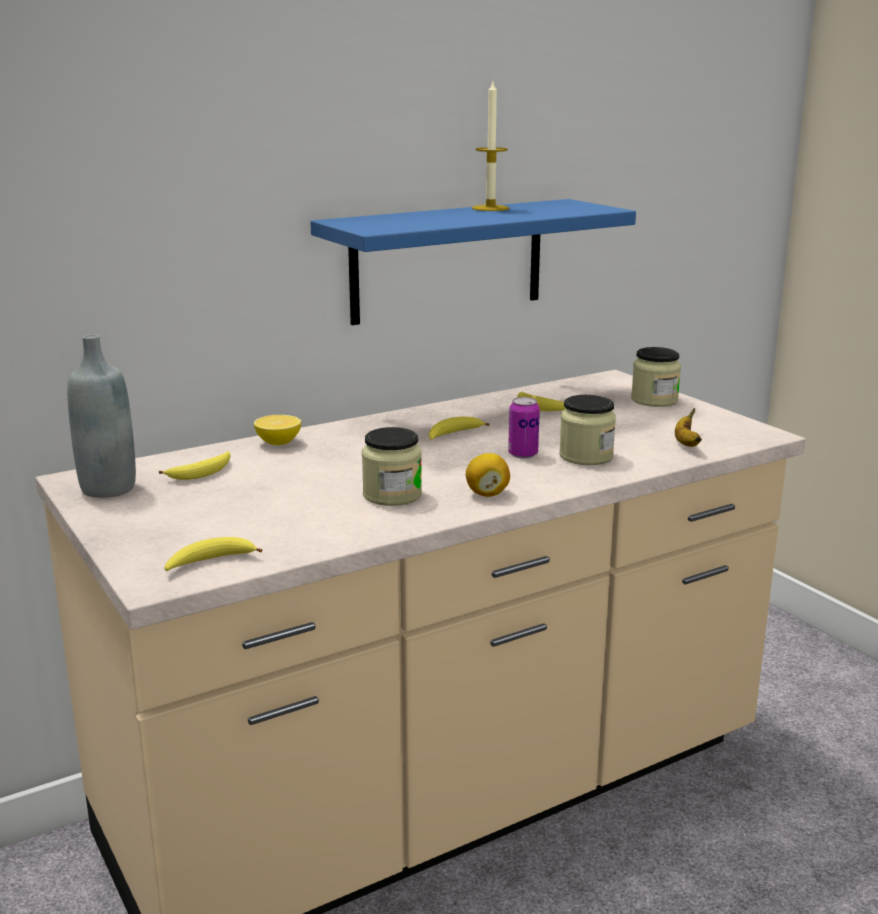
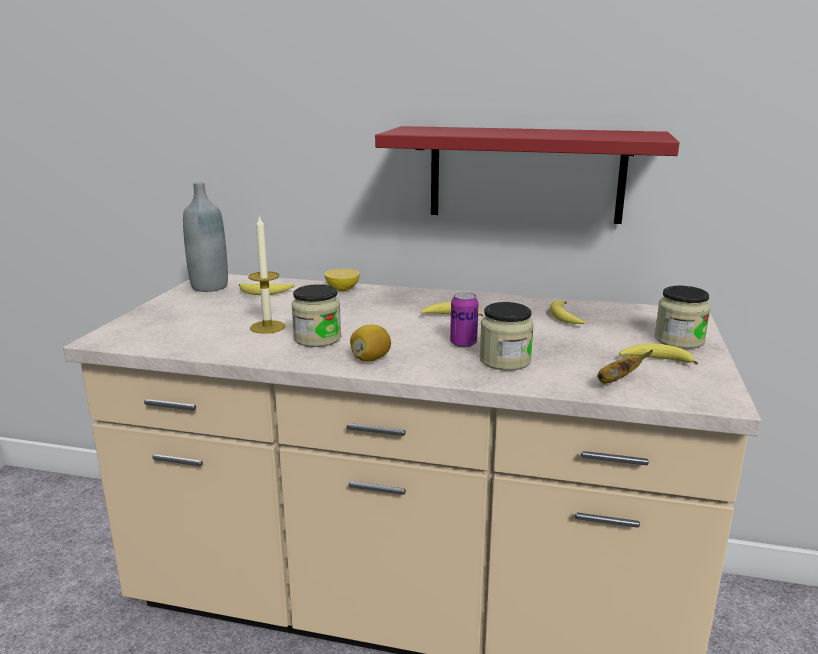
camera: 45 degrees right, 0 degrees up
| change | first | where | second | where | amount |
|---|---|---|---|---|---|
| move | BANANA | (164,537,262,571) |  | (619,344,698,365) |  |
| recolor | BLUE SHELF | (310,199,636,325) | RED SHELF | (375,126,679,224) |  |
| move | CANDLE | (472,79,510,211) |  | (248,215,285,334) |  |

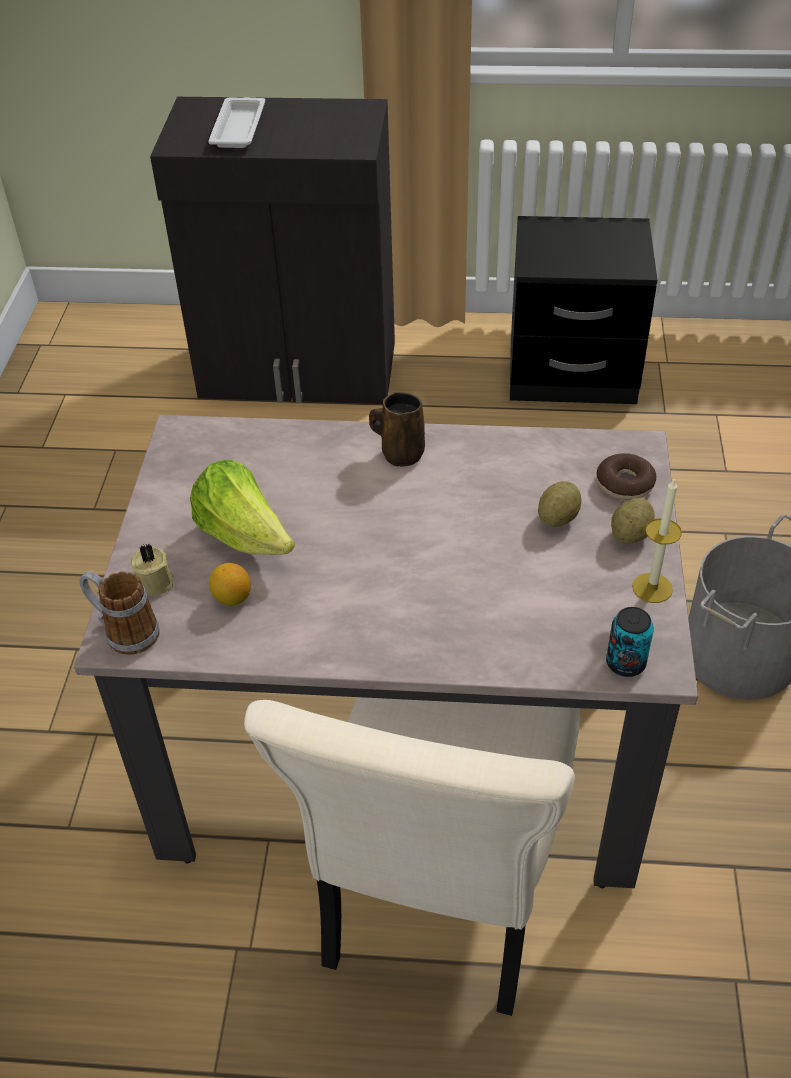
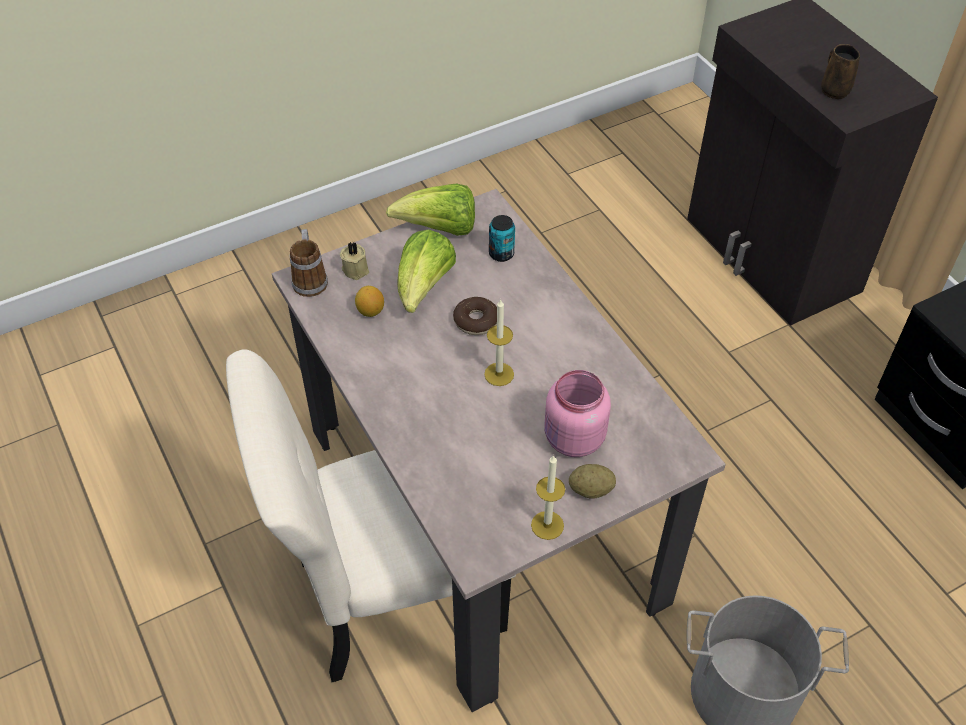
camera: 55 degrees right, 5 degrees up
| change | first | where | second | where | amount |
|---|---|---|---|---|---|
| delete | WHITE TRAY | (208,97,265,148) |  |  |  |
| move | BROWN MUG | (369,392,425,467) |  | (821,44,860,99) |  |
| replace | POTATO | (538,481,582,527) | PINK JAR | (545,370,611,457) |  |
| move | DONUT | (596,453,656,500) |  | (453,297,497,335) |  |
| move | CAN | (606,607,654,677) |  | (489,215,515,262) |  |
| insert |  |  | LETTUCE | (386,184,475,236) |  |
| insert |  |  | CANDLE | (484,299,514,386) |  |

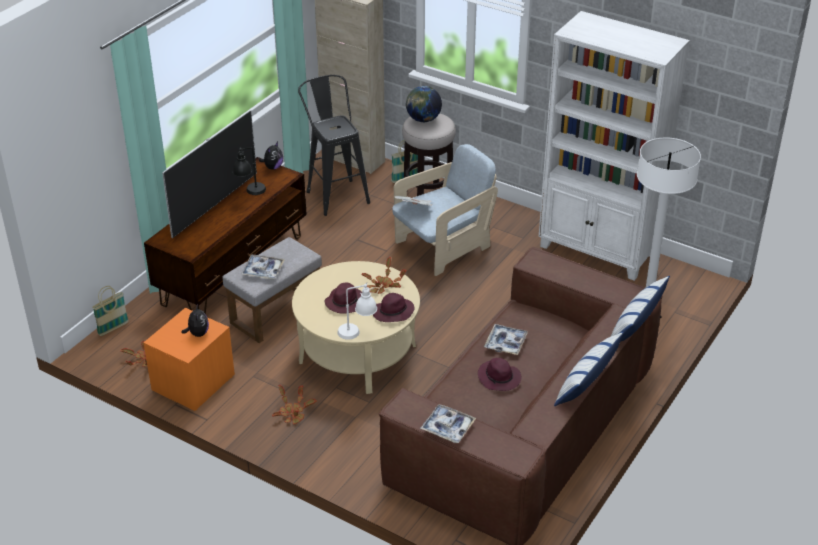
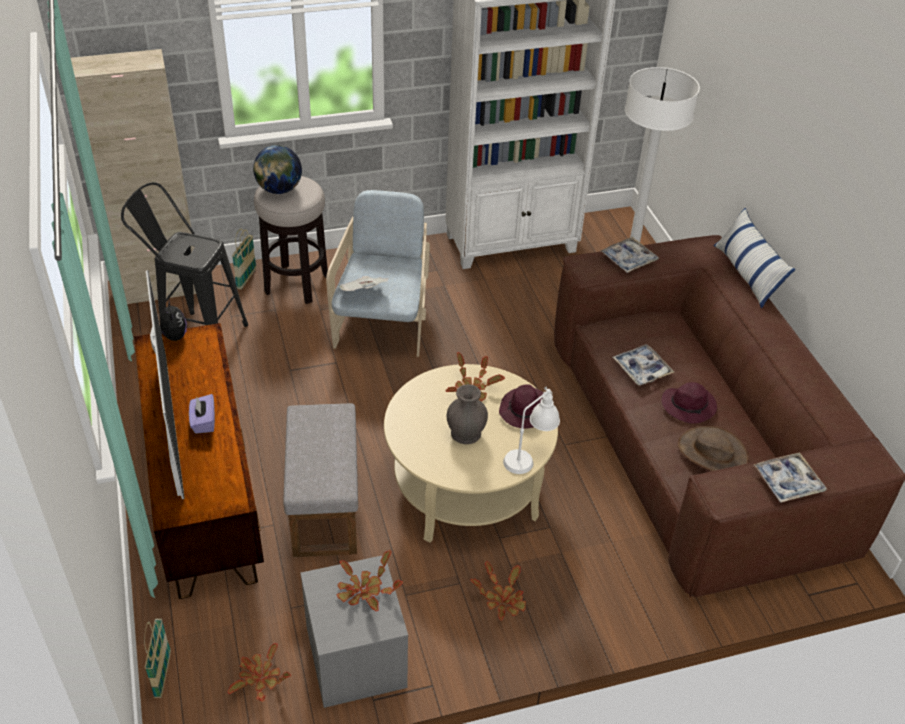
camera: 50 degrees left, 5 degrees up
| change | first | where | second | where | amount |
|---|---|---|---|---|---|
| recolor | ORANGE NIGHTSTAND | (143,308,235,411) | GREY NIGHTSTAND | (300,555,408,708) |  |
| replace | PLUSH TOY | (182,304,209,337) | POTTED PLANT | (336,550,403,611) |  |
| delete | BLACK TABLE LAMP | (233,148,266,195) |  |  |  |
| move | TRAY | (241,255,285,279) |  | (600,237,659,273) |  |
| replace | PURPLE HAT | (325,282,362,314) | GREY VASE | (447,384,488,444) |  |
| delete | PILLOW | (554,332,624,406) |  |  |  |
| insert |  |  | PURPLE TISSUE BOX | (189,394,215,434) |  |
| insert |  |  | BROWN HAT | (678,426,749,471) |  |

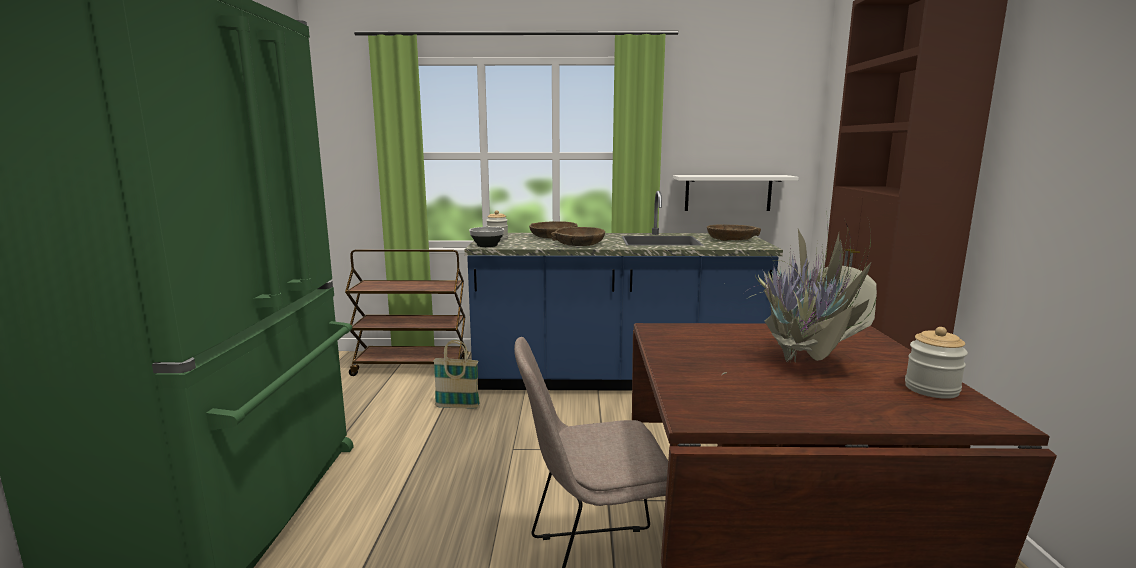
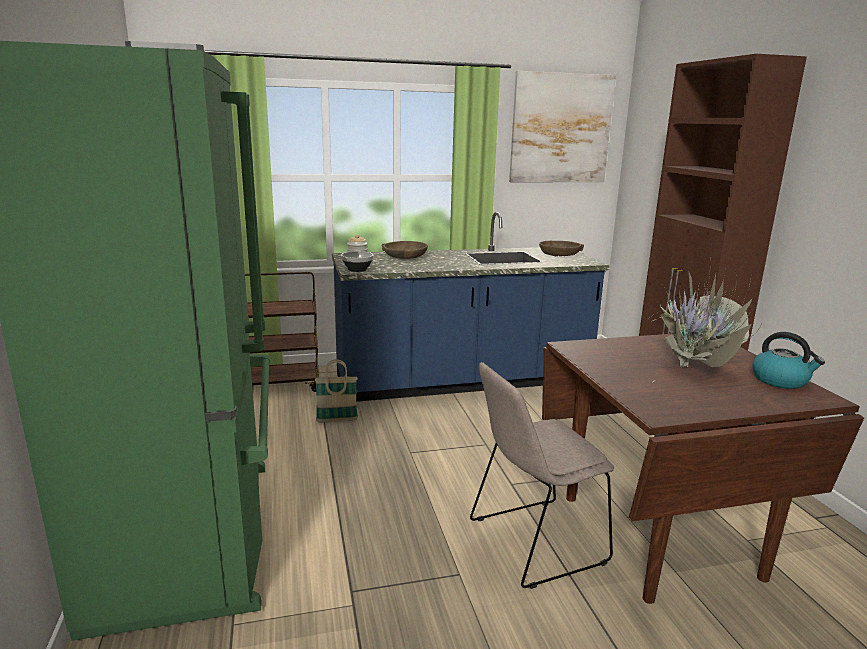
camera: 15 degrees left, 5 degrees up
| change | first | where | second | where | amount |
|---|---|---|---|---|---|
| delete | BROWN BOWL | (551,227,605,246) |  |  |  |
| delete | WHITE SHELF | (673,175,799,211) |  |  |  |
| replace | JAR | (905,327,968,399) | KETTLE | (752,332,825,389) |  |
| insert |  |  | PICTURE | (509,71,616,182) |  |

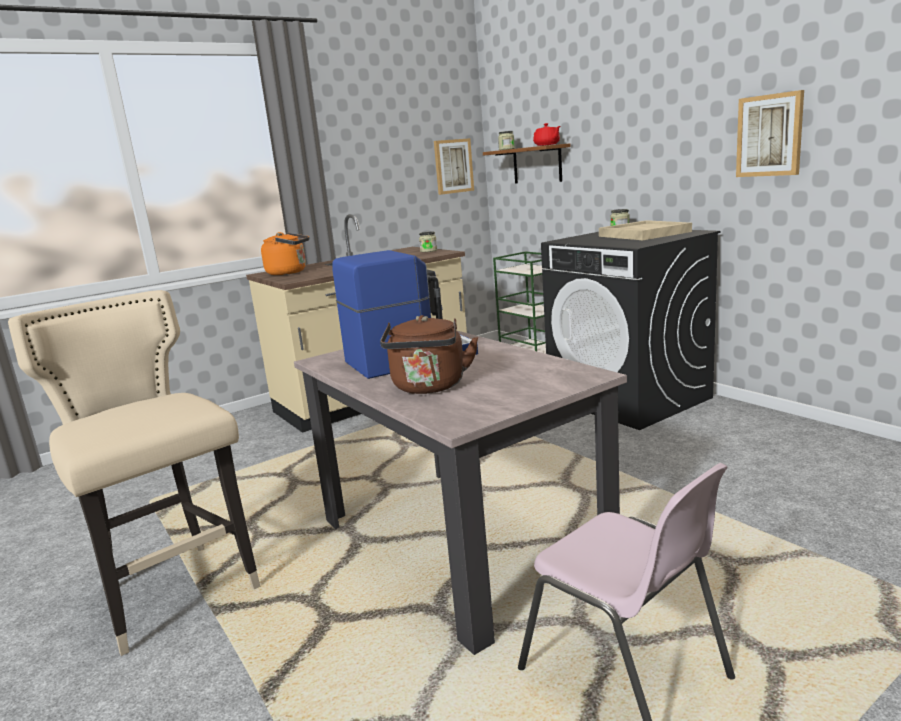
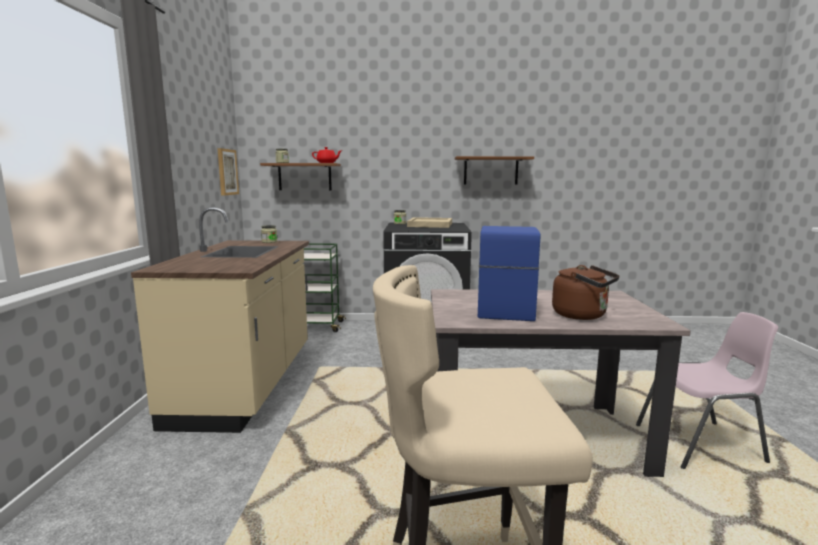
camera: 55 degrees left, 5 degrees down
| change | first | where | second | where | amount |
|---|---|---|---|---|---|
| delete | ORANGE KETTLE | (261,232,309,275) |  |  |  |
| replace | PICTURE | (736,90,804,177) | BROWN SHELF | (455,156,534,185) |  |

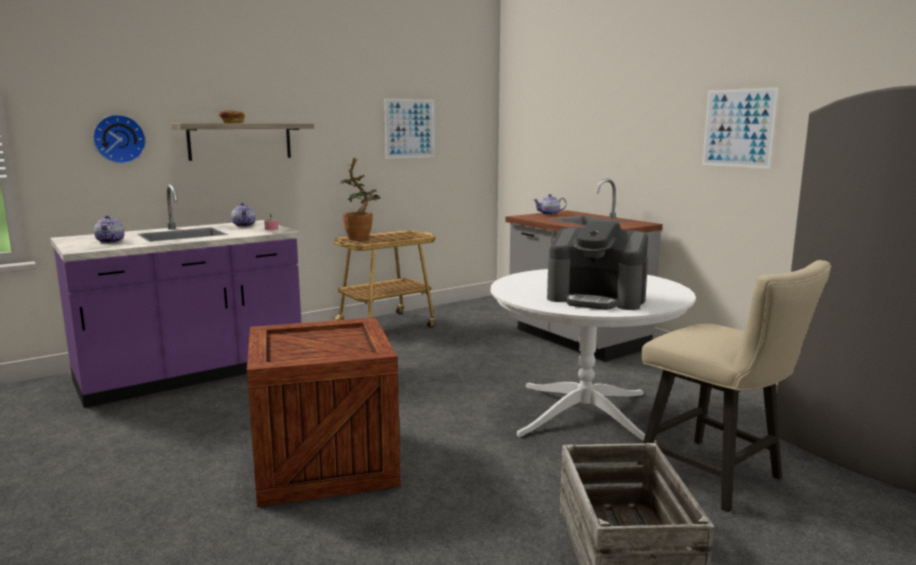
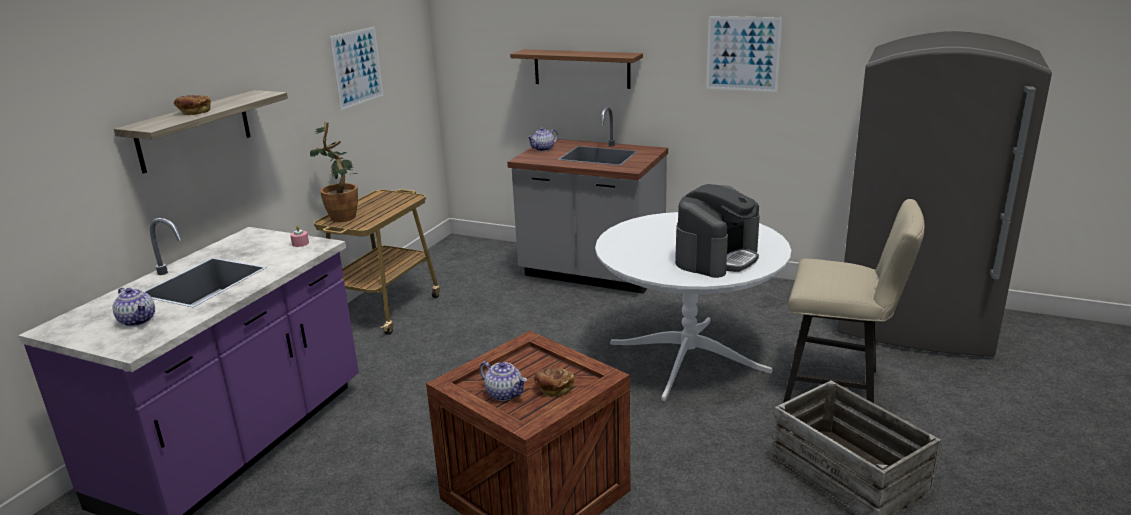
camera: 30 degrees left, 10 degrees up
| change | first | where | second | where | amount |
|---|---|---|---|---|---|
| delete | WALL CLOCK | (93,114,146,164) |  |  |  |
| move | TEAPOT | (231,203,256,227) |  | (479,361,527,401) |  |
| rotate | COFFEE MACHINE | (547,221,648,310) |  | (675,184,760,278) | 45 degrees counterclockwise |
| insert |  |  | BROWN SHELF | (510,49,643,89) |  |
| insert |  |  | BREAD | (534,367,574,397) |  |

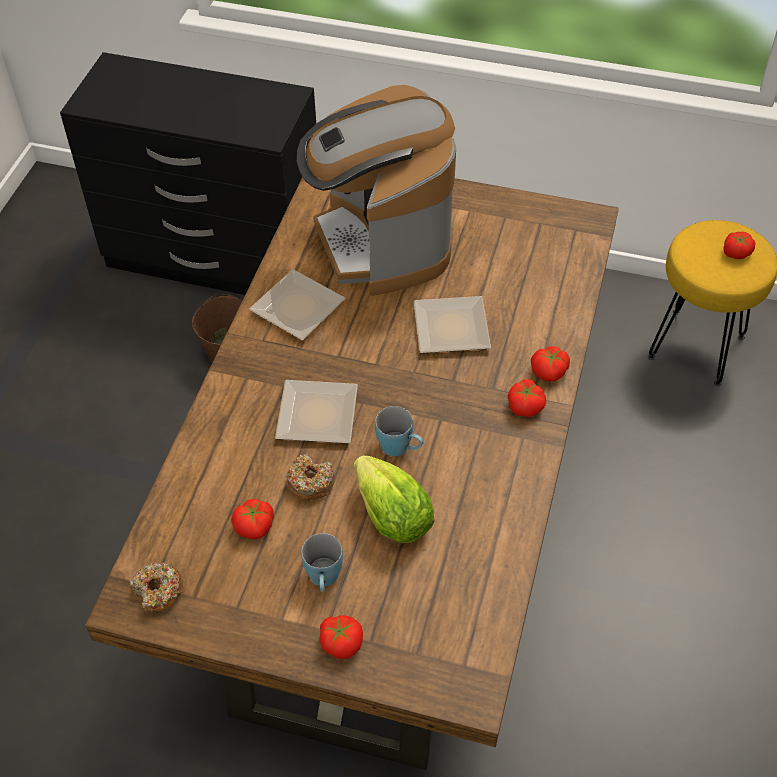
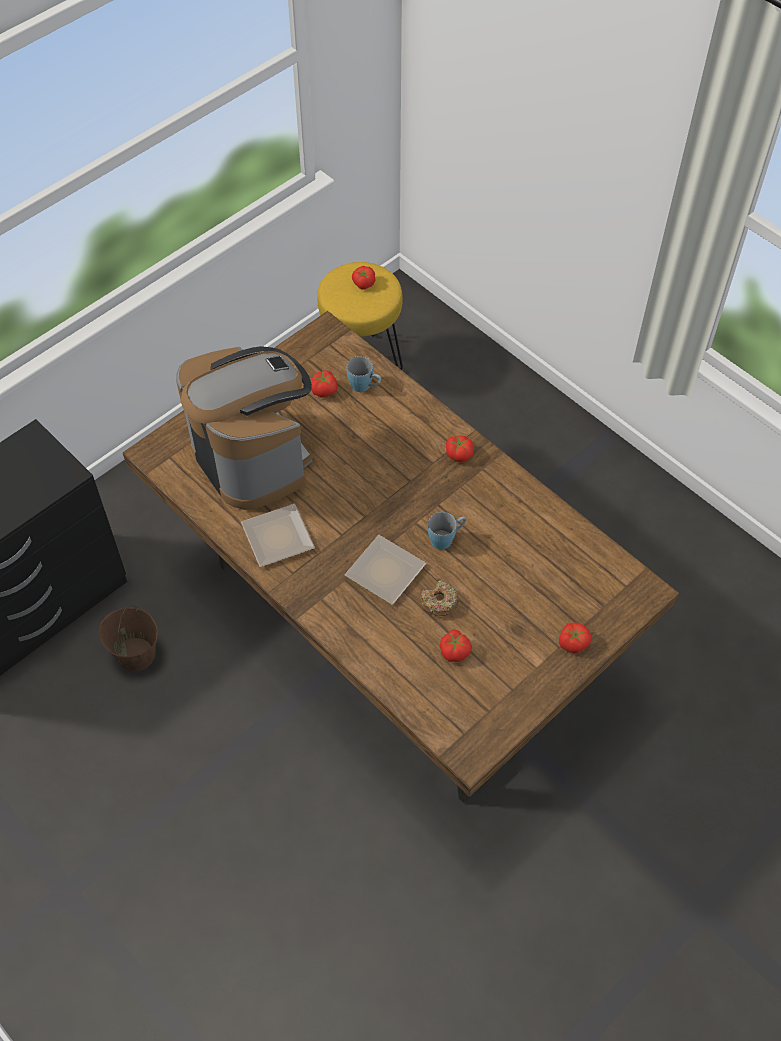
camera: 60 degrees left, 5 degrees up
| change | first | where | second | where | amount |
|---|---|---|---|---|---|
| delete | DONUT | (130,562,183,612) |  |  |  |
| rotate | COFFEE MACHINE | (297,85,456,296) |  | (176,346,313,510) | 135 degrees counterclockwise |
| move | BLUE MUG | (301,533,343,592) |  | (347,356,381,392) |  |
| delete | LETTUCE | (354,455,435,543) |  |  |  |
| delete | PLATE | (414,296,491,353) |  |  |  |
| move | TOMATO | (531,346,570,382) |  | (311,370,338,397) |  |

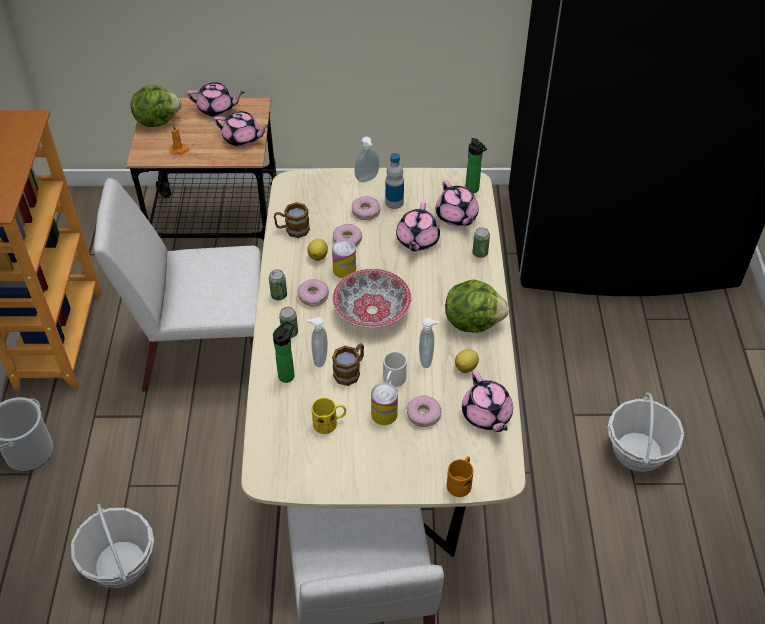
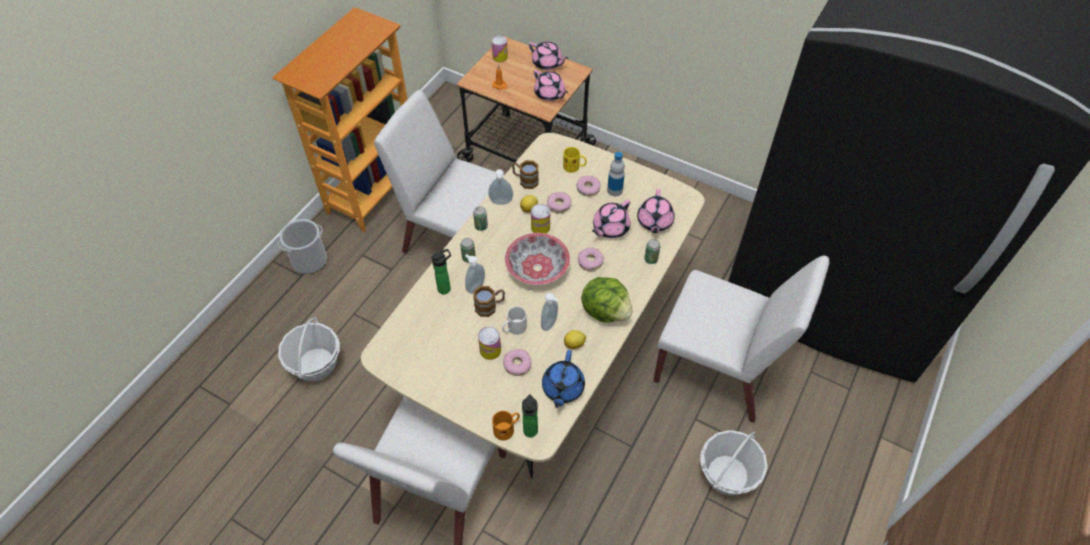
camera: 30 degrees right, 5 degrees up
| change | first | where | second | where | amount |
|---|---|---|---|---|---|
| replace | LETTUCE | (130,85,182,127) | CAN | (492,36,508,62) |  |
| move | DONUT | (297,279,329,306) |  | (578,248,604,271) |  |
| move | YELLOW MUG | (312,398,346,434) |  | (563,147,587,173) |  |
| move | SOAP DISPENSER | (354,137,380,182) |  | (488,169,513,205) |  |
| recolor | PINK TEAPOT | (462,370,513,432) | BLUE TEAPOT | (542,350,585,408) |  |
| move | BOTTLE | (465,138,487,193) |  | (522,394,538,437) |  |
| insert |  |  | WHITE CHAIR | (653,256,829,423) |  |

